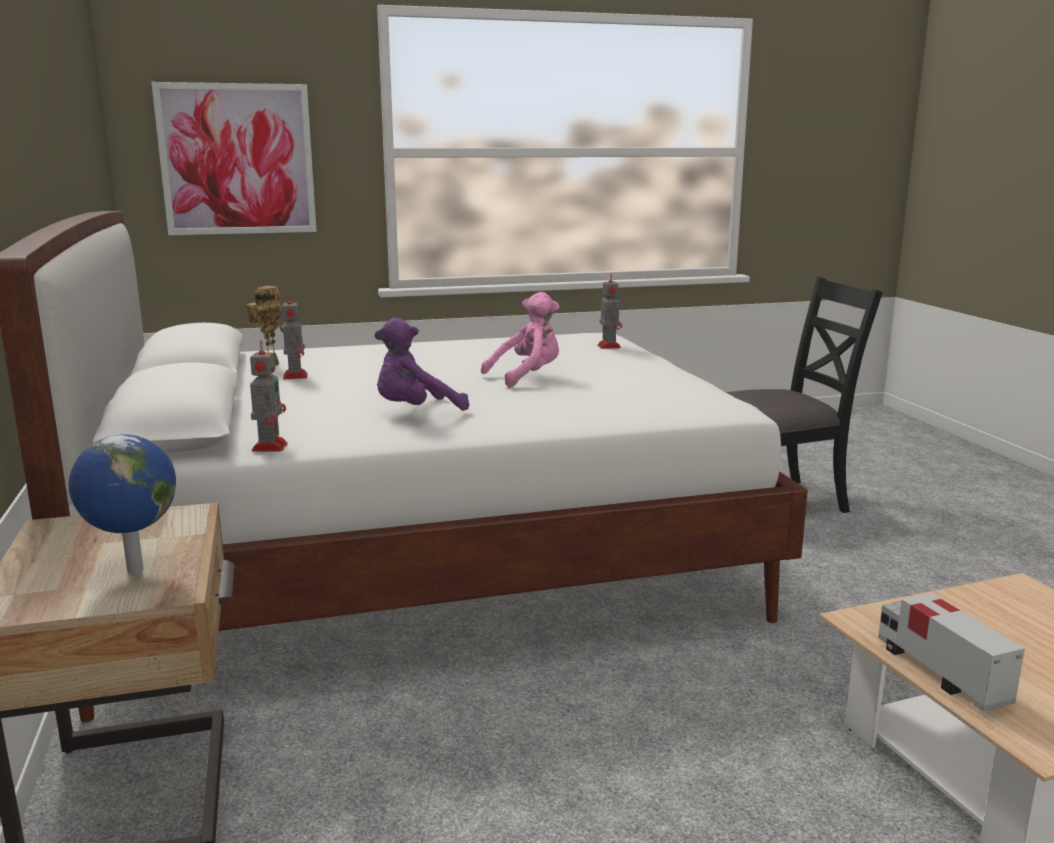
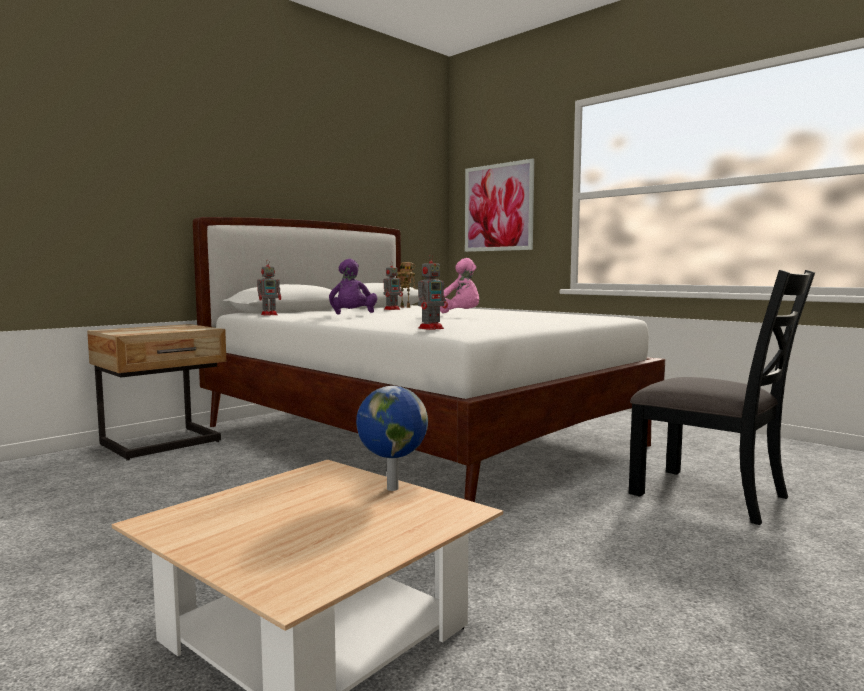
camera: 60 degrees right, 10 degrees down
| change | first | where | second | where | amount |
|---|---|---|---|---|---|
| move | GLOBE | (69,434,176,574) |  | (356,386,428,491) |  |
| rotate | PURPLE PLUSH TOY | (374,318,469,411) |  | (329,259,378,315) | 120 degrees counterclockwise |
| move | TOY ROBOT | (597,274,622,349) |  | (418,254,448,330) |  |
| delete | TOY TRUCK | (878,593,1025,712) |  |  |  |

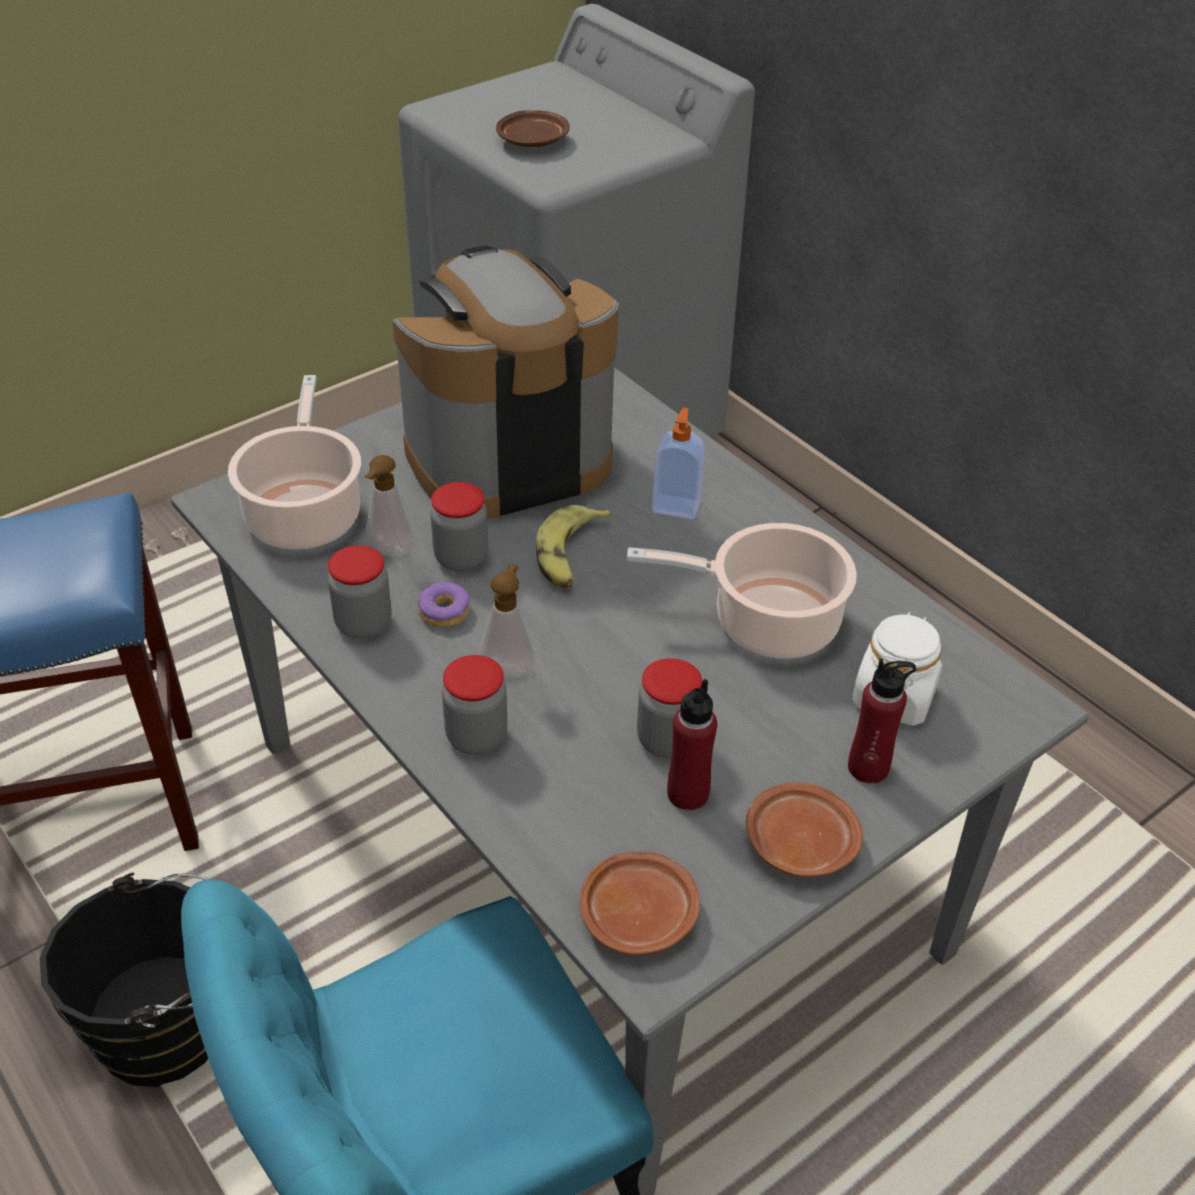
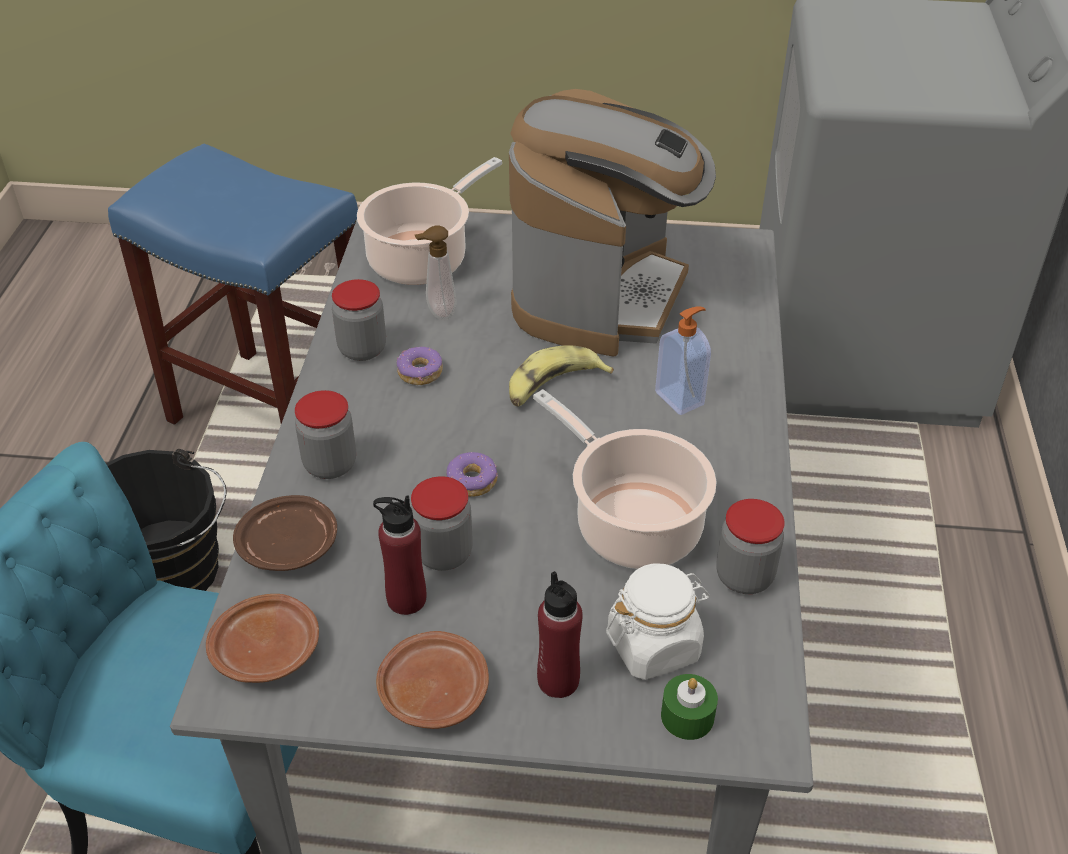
camera: 45 degrees right, 0 degrees up
| change | first | where | second | where | amount |
|---|---|---|---|---|---|
| rotate | COFFEE MACHINE | (393,245,619,519) |  | (509,89,716,357) | 90 degrees clockwise |
| move | JAR | (430,482,488,572) |  | (716,499,785,594) |  |
| delete | SOAP DISPENSER | (480,563,535,678) |  |  |  |
| move | BROWN PLATE | (496,110,569,147) |  | (233,495,337,571) |  |
| insert |  |  | DONUT | (446,452,498,497) |  |
| insert |  |  | GREEN CANDLE | (661,674,718,740) |  |

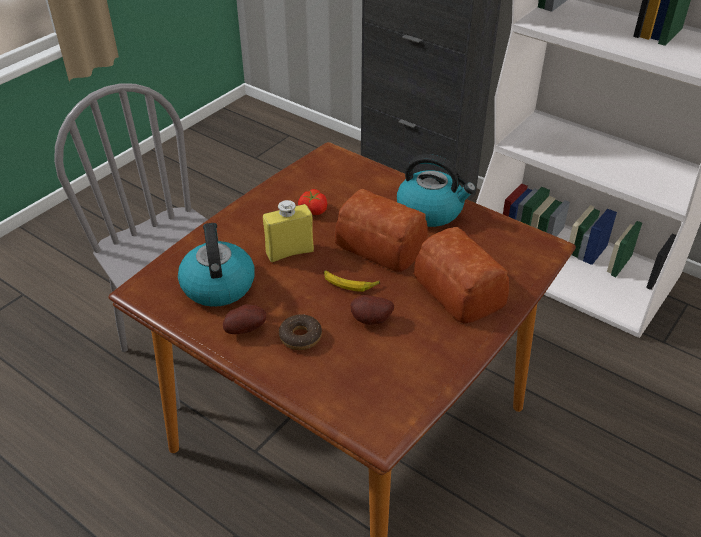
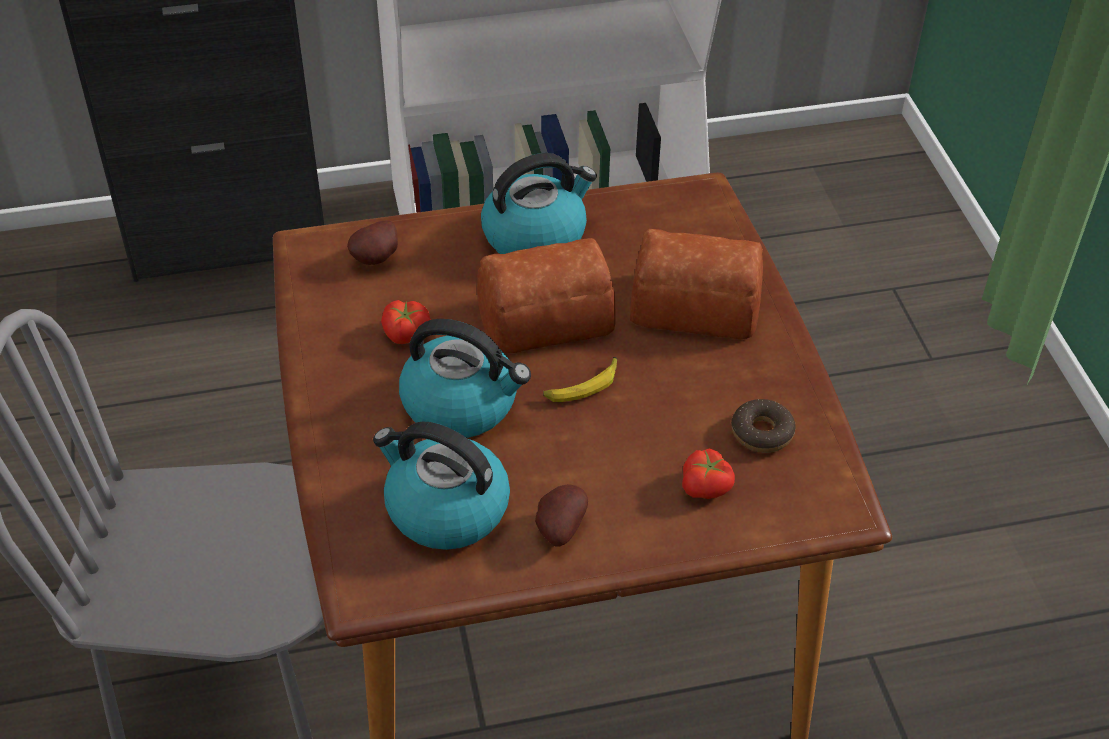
camera: 50 degrees left, 5 degrees up
| change | first | where | second | where | amount |
|---|---|---|---|---|---|
| replace | YELLOW BOTTLE | (263,200,314,262) | KETTLE | (399,319,531,438) |  |
| move | DONUT | (279,314,322,350) |  | (731,399,796,453) |  |
| move | POTATO | (350,295,394,325) |  | (347,220,398,265) |  |
| insert |  |  | TOMATO | (682,448,735,499) |  |

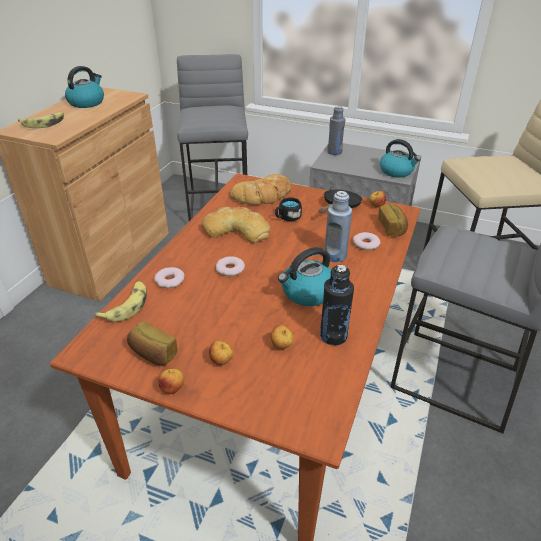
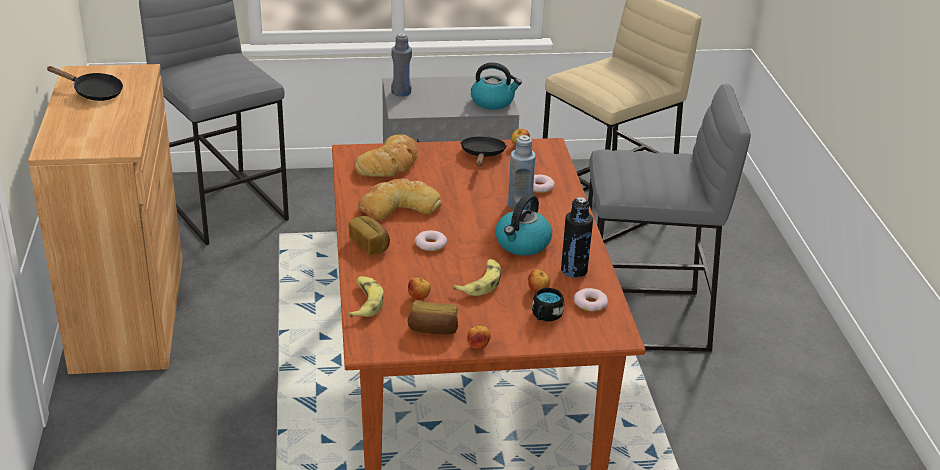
camera: 30 degrees left, 5 degrees down
| change | first | where | second | where | amount |
|---|---|---|---|---|---|
| move | BANANA | (18,112,64,128) |  | (453,259,501,296) |  |
| replace | KETTLE | (65,66,104,108) | BLACK FRYING PAN | (46,66,123,101) |  |
| move | DONUT | (154,267,185,288) |  | (574,288,608,311) |  |
| move | APPLE | (209,341,233,365) |  | (408,278,431,300) |  |
| move | BLACK MUG | (275,198,302,222) |  | (532,288,564,321) |  |
| move | BREAD | (378,204,408,237) |  | (348,216,390,255) |  |

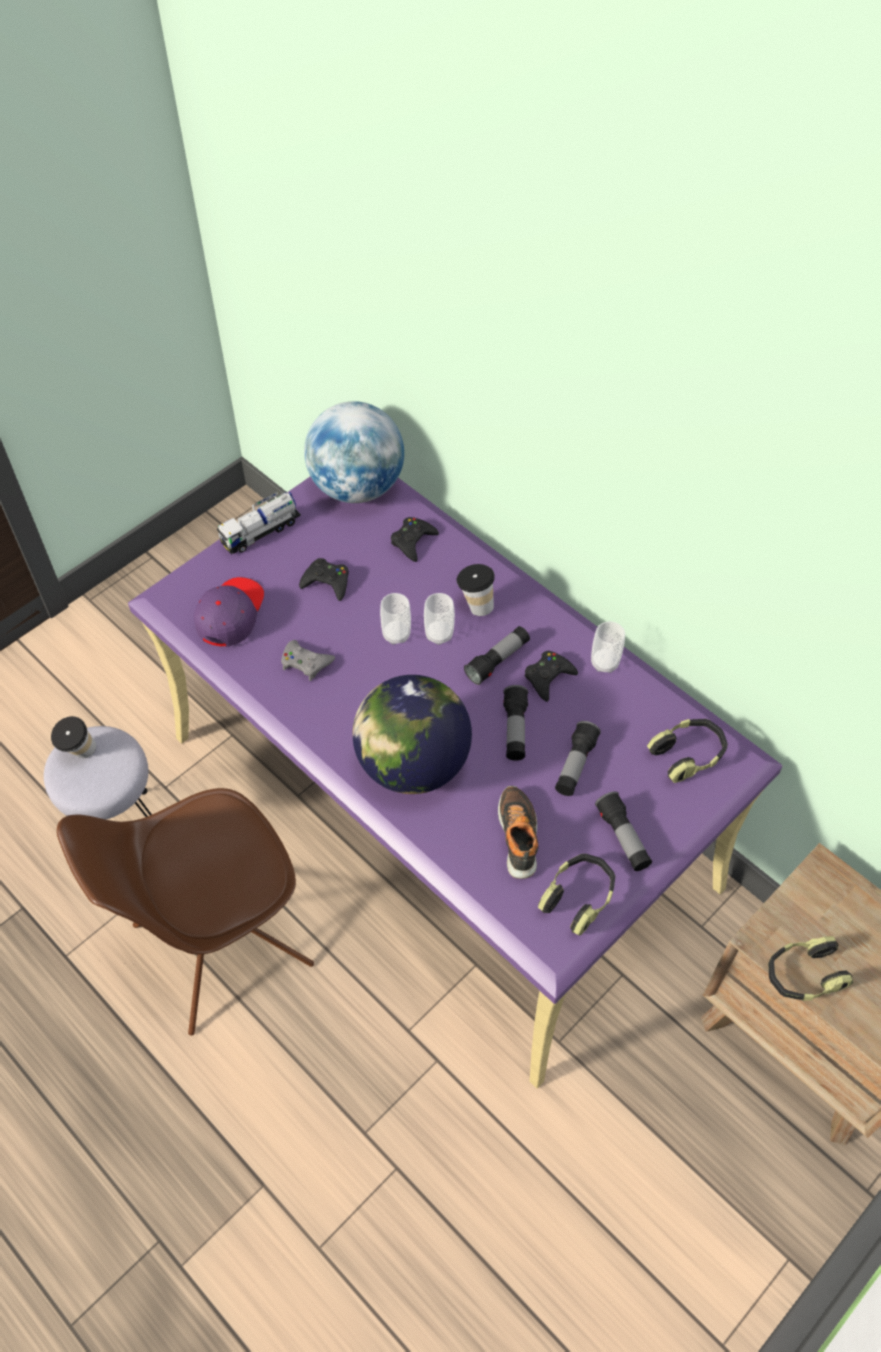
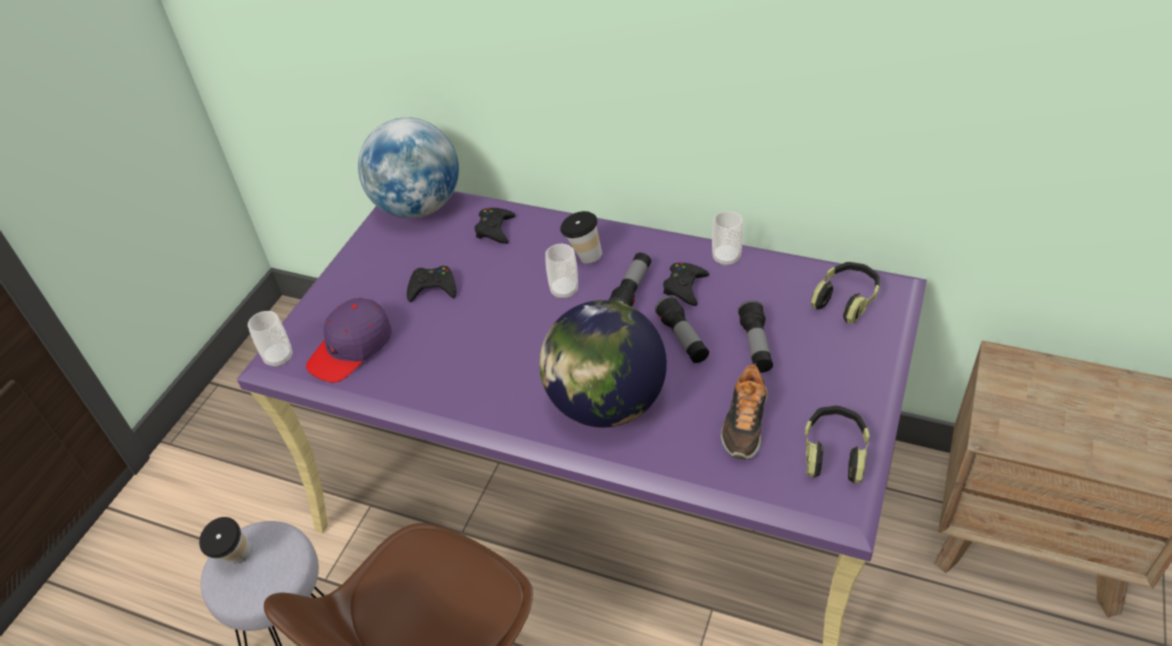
camera: 20 degrees left, 10 degrees down
| change | first | where | second | where | amount |
|---|---|---|---|---|---|
| rotate | PURPLE CAP | (194,577,264,647) |  | (306,298,392,383) | 135 degrees counterclockwise |
| delete | TOY TRUCK | (216,491,301,555) |  |  |  |
| delete | GREY GAME CONTROLLER | (281,640,335,681) |  |  |  |
| move | CUP | (380,593,411,645) |  | (248,311,293,368) |  |
| rotate | SHOE | (498,786,538,879) |  | (721,363,768,459) | 135 degrees counterclockwise |
| delete | FLASHLIGHT | (595,792,652,871) |  |  |  |
| delete | HEADPHONES | (768,936,854,1001) |  |  |  |

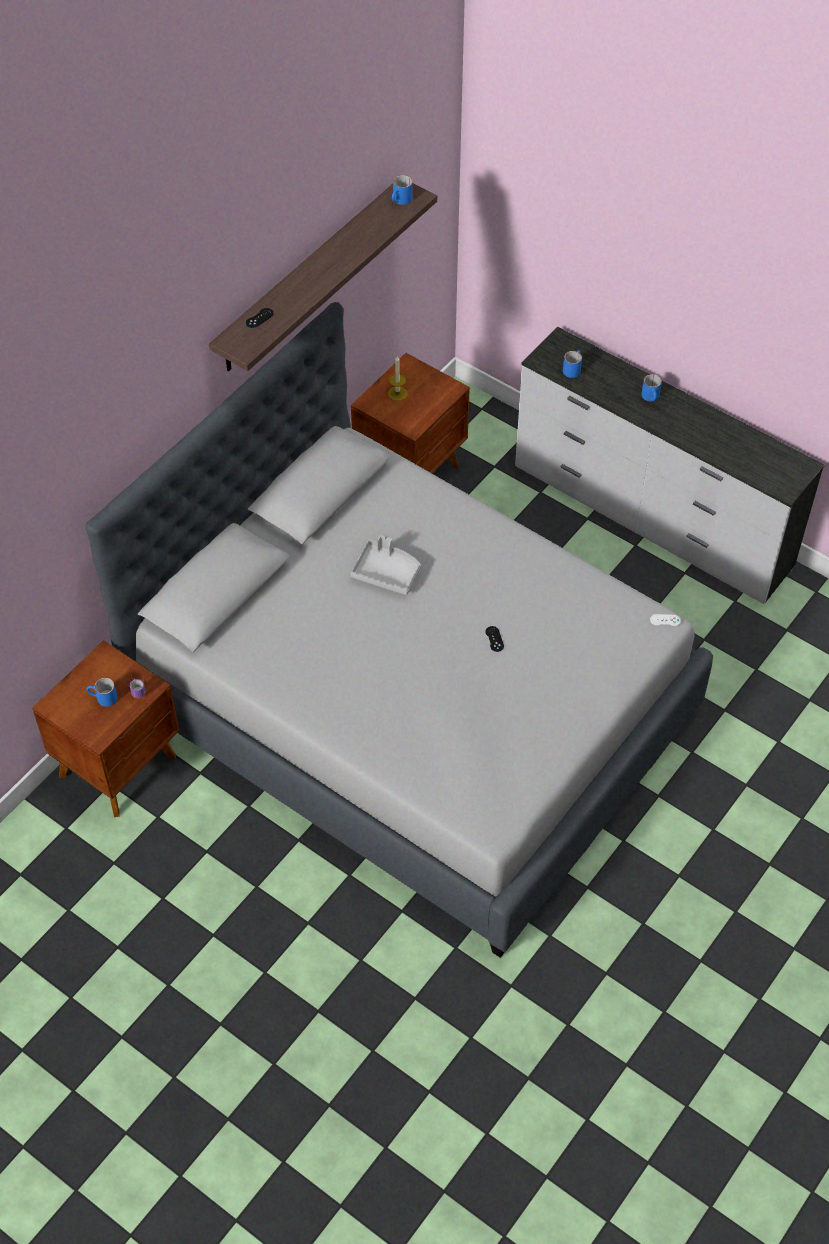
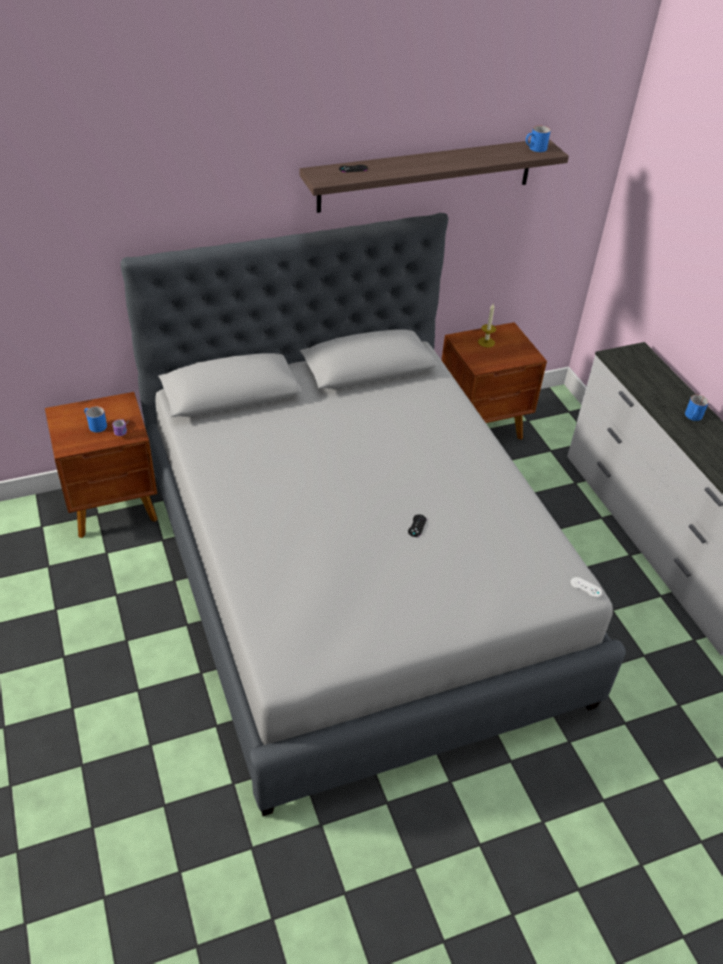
camera: 30 degrees right, 10 degrees down
| change | first | where | second | where | amount |
|---|---|---|---|---|---|
| delete | GREY TRAY | (351,535,421,595) |  |  |  |
| delete | BLUE MUG | (563,350,582,378) |  |  |  |

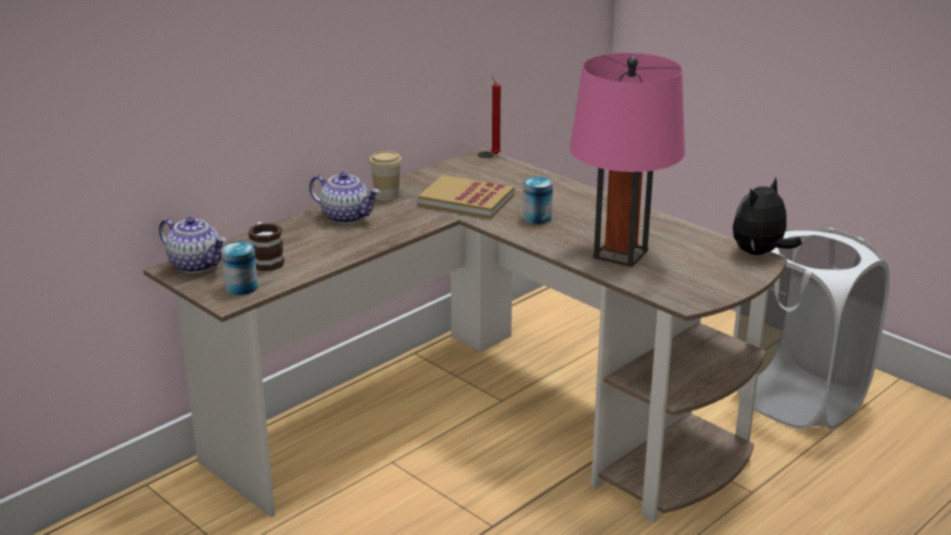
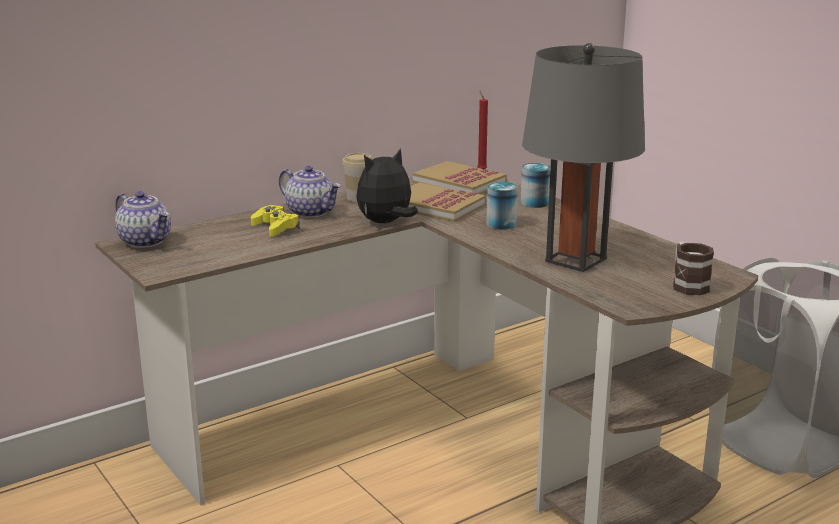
camera: 10 degrees right, 5 degrees down
| change | first | where | second | where | amount |
|---|---|---|---|---|---|
| move | CAN | (221,241,258,296) |  | (520,163,551,208) |  |
| move | MUG | (248,222,284,271) |  | (673,242,714,295) |  |
| recolor | PINK TABLE LAMP | (570,53,685,267) | GREY TABLE LAMP | (522,43,645,272) |  |
| move | PLUSH TOY | (733,177,802,255) |  | (356,148,418,223) |  |
| insert |  |  | YELLOW GAME CONTROLLER | (251,205,300,237) |  |
| insert |  |  | BOOK | (413,161,507,194) |  |

